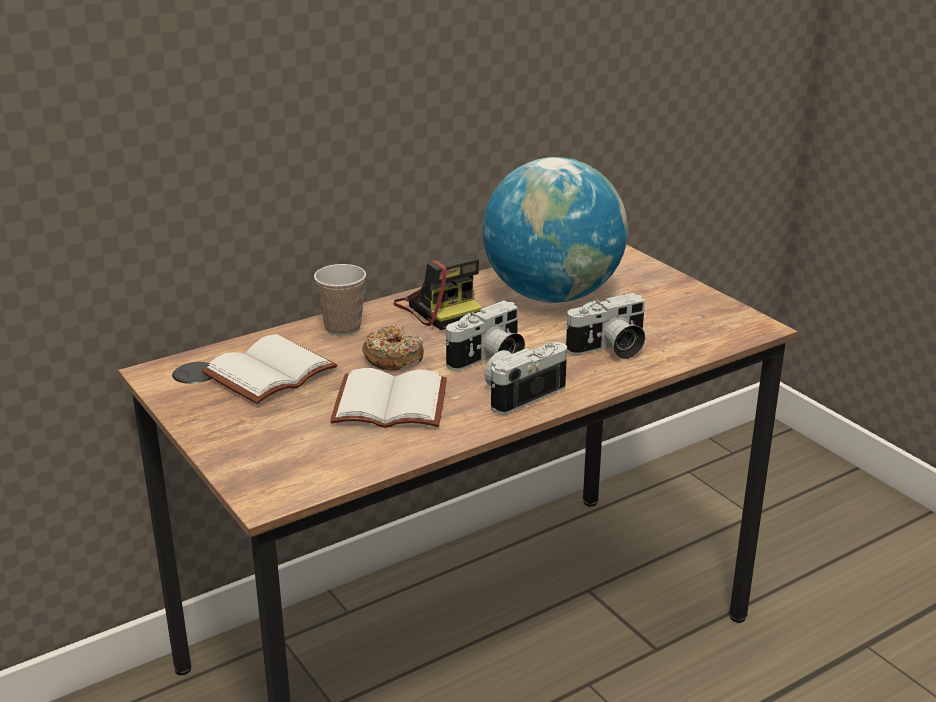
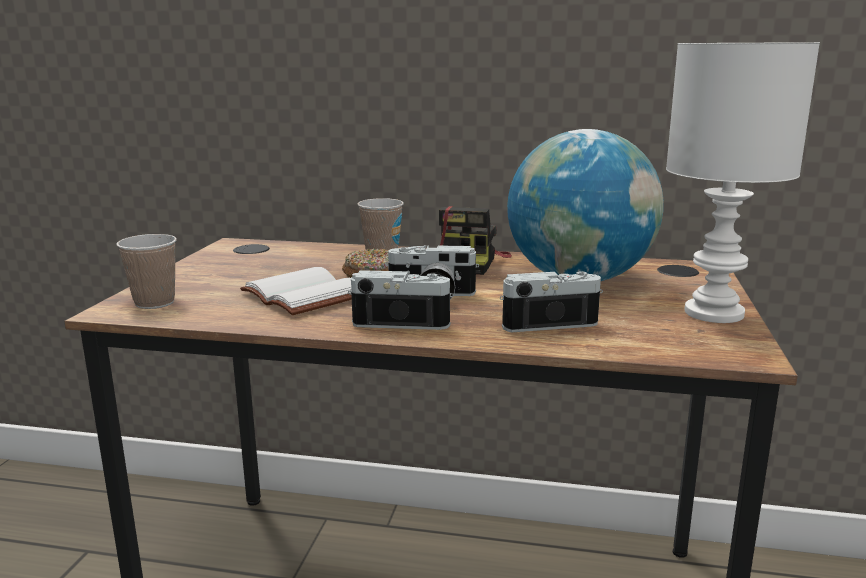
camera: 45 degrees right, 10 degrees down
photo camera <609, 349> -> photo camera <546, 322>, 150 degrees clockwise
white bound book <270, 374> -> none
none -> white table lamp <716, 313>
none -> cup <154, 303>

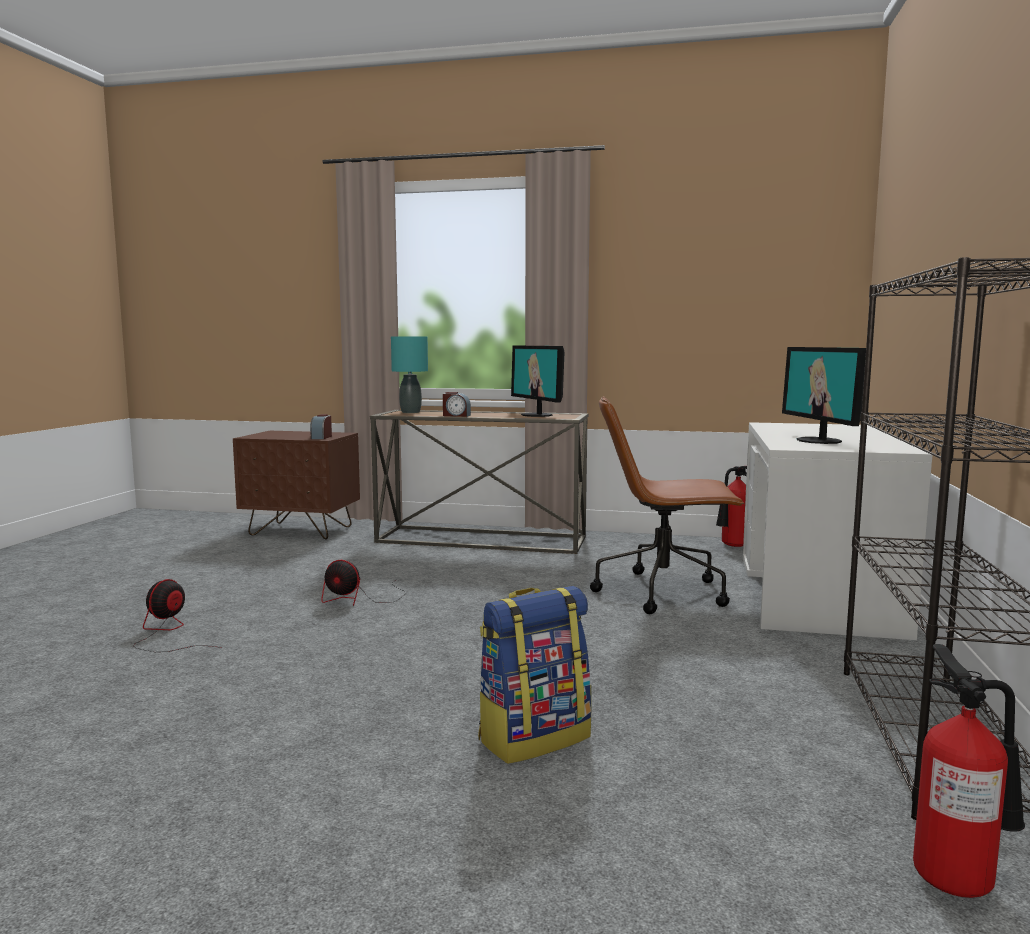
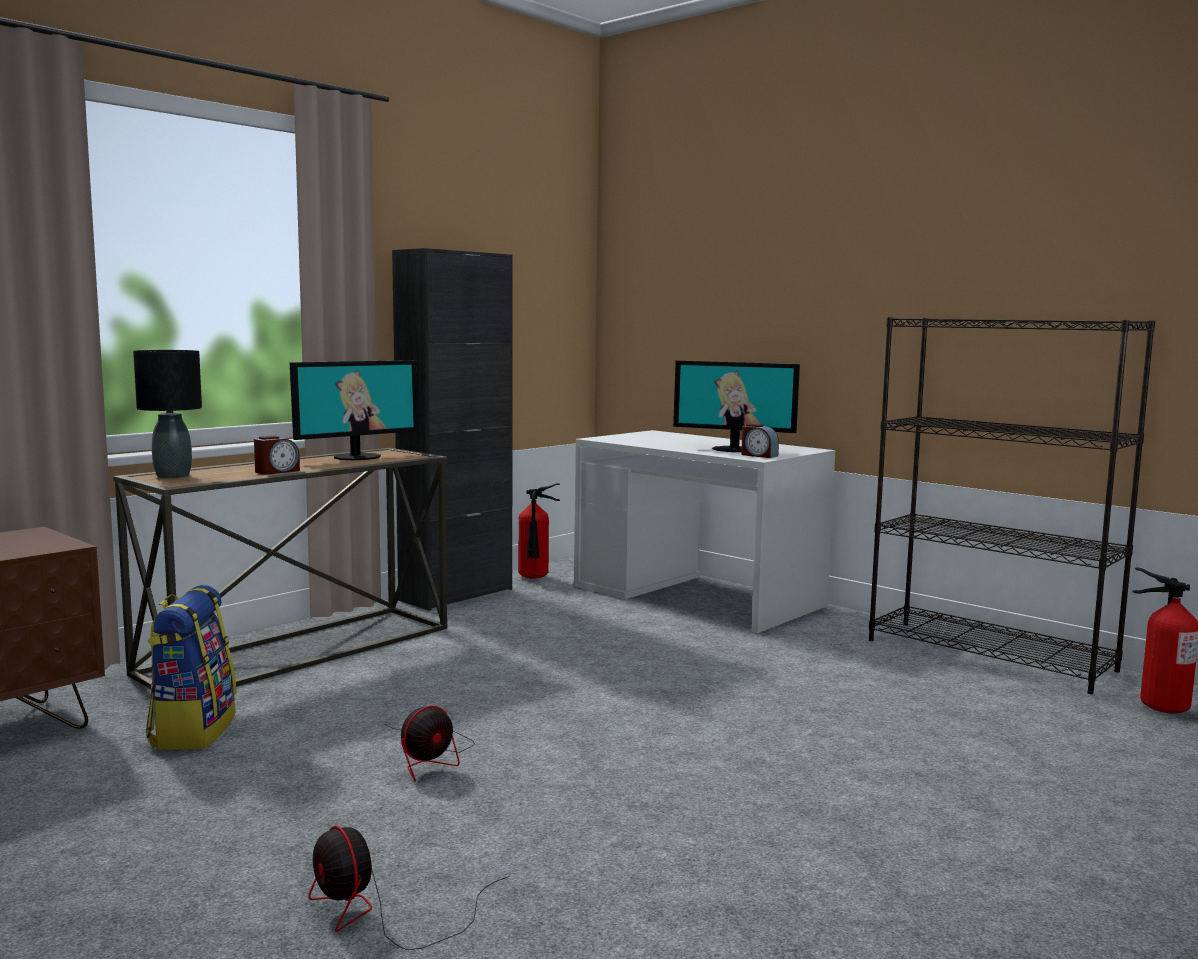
camera: 60 degrees left, 0 degrees up
blue-green table lamp <411, 412> -> black-coloured table lamp <173, 476>
computer display <537, 415> -> computer display <357, 457>, 45 degrees counterclockwise
brown-coloured desk chair <664, 592> -> none
table clock <321, 437> -> table clock <758, 455>, shifted
backpack <534, 737> -> backpack <192, 731>, shifted
none -> black-coloured storage cabinet <456, 595>

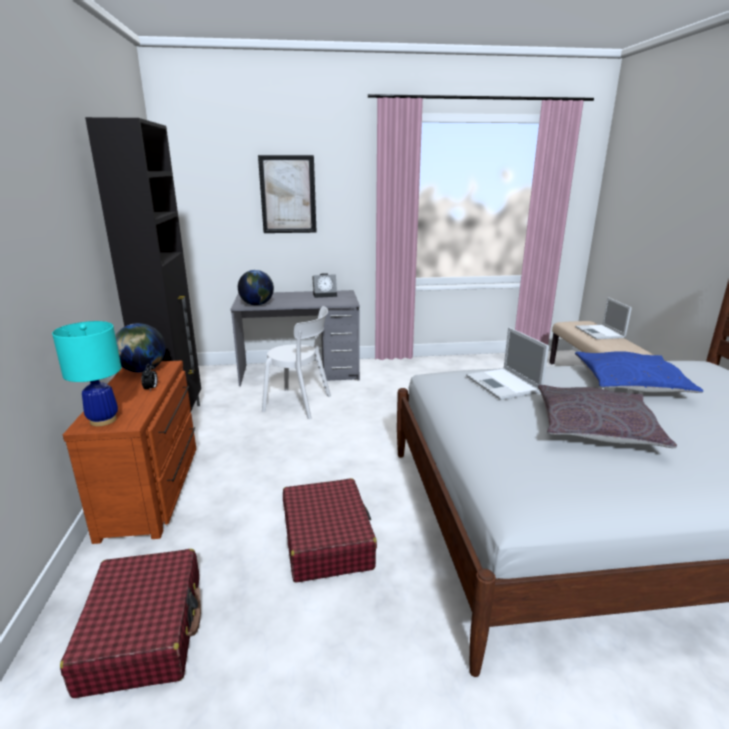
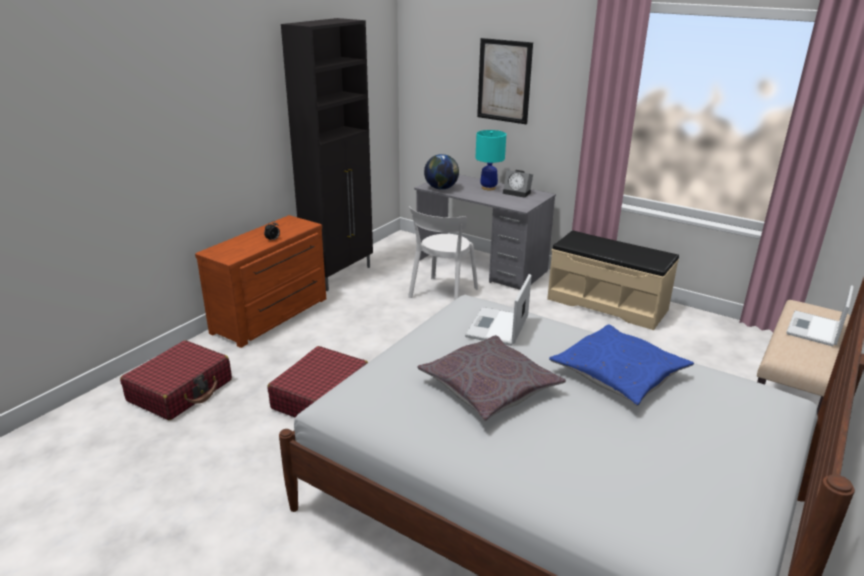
camera: 40 degrees right, 5 degrees up
white plain chair <300, 404> -> white plain chair <442, 294>, 60 degrees clockwise
blue-green table lamp <103, 420> -> blue-green table lamp <488, 188>, shifted
desk globe <143, 370> -> none
none -> sand-coloured indoor bench <607, 304>

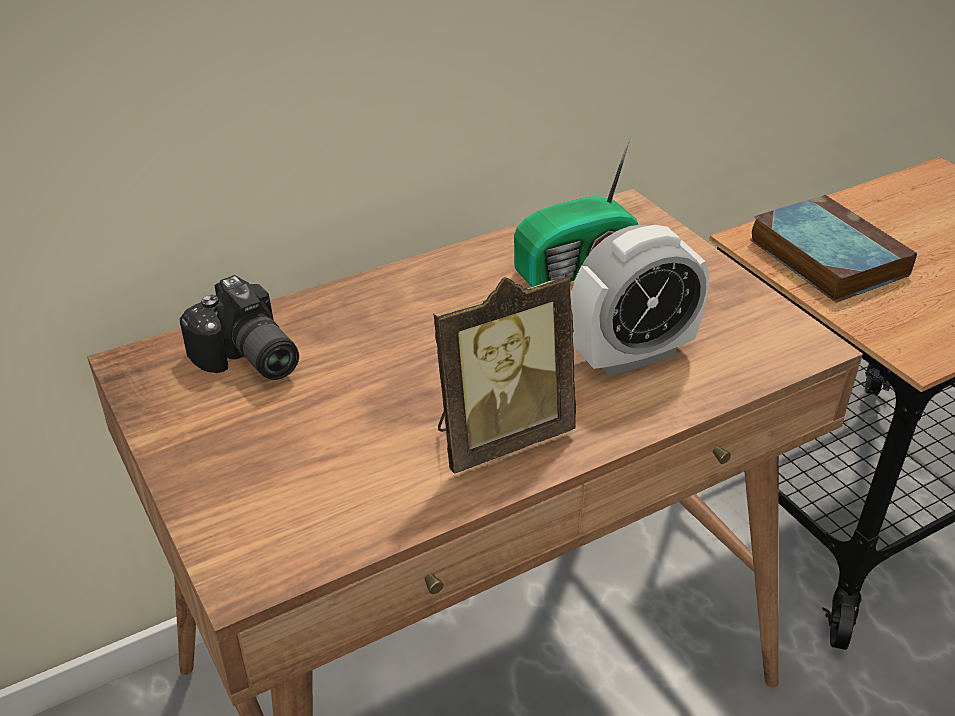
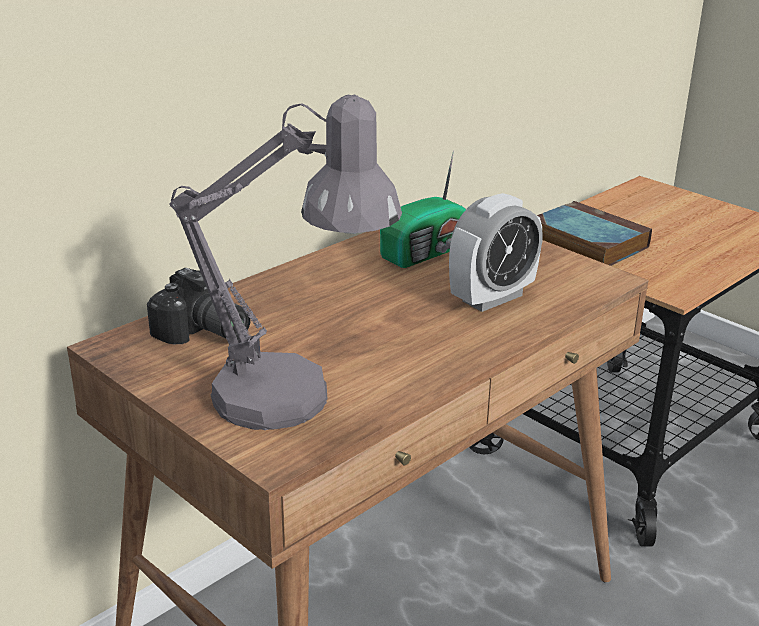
camera: 15 degrees left, 10 degrees down
photo frame <499, 436> -> none
none -> grey table lamp <294, 403>

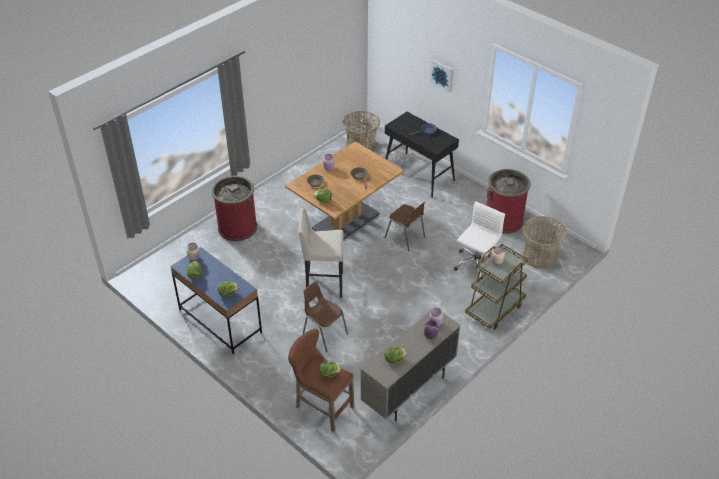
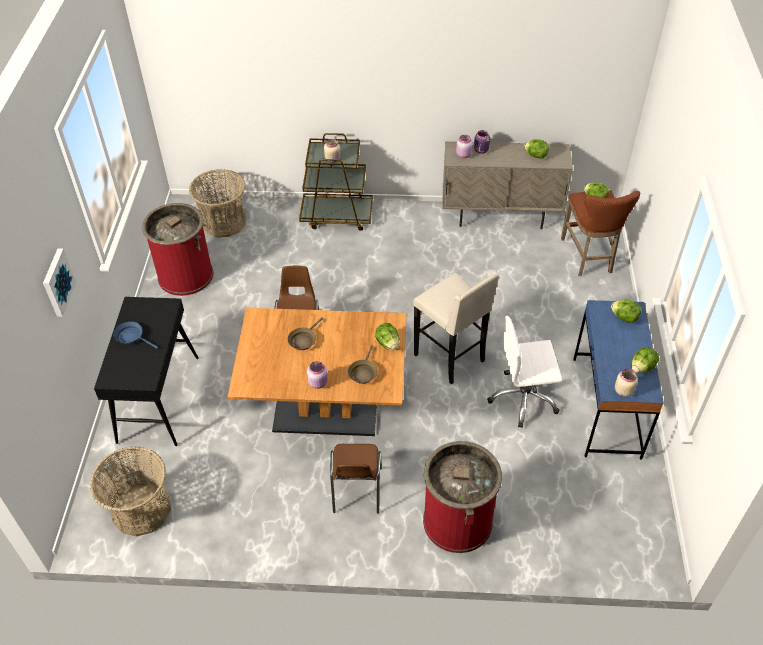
camera: 130 degrees left, 5 degrees up
white desk chair <476, 264> -> white desk chair <523, 399>, shifted
brown-coloured plain chair <324, 333> -> brown-coloured plain chair <356, 491>, shifted

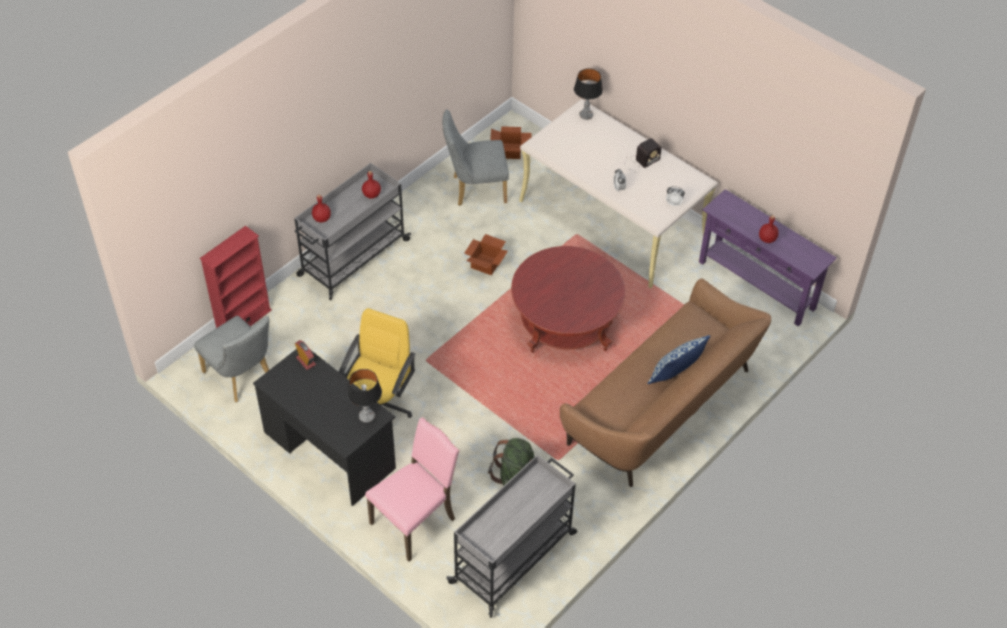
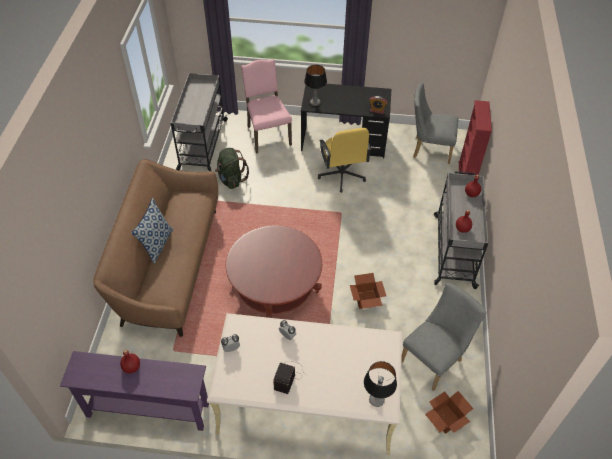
camera: 145 degrees right, 0 degrees up
pink plain chair <415, 521> -> pink plain chair <267, 135>, 150 degrees clockwise

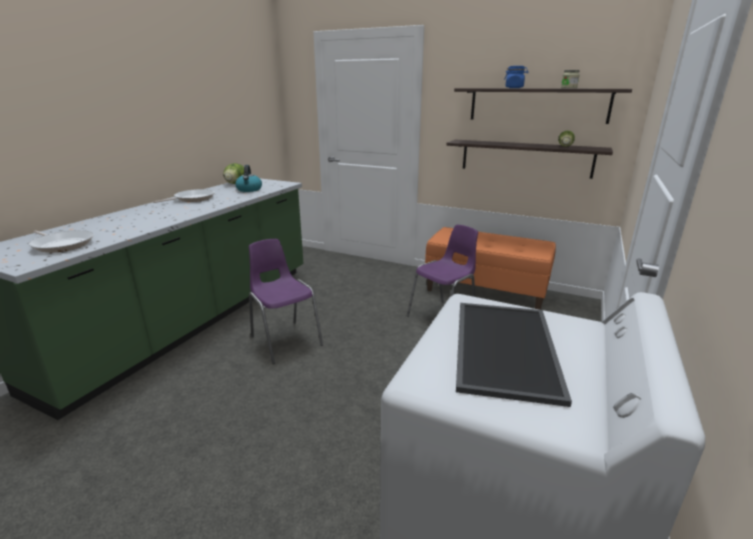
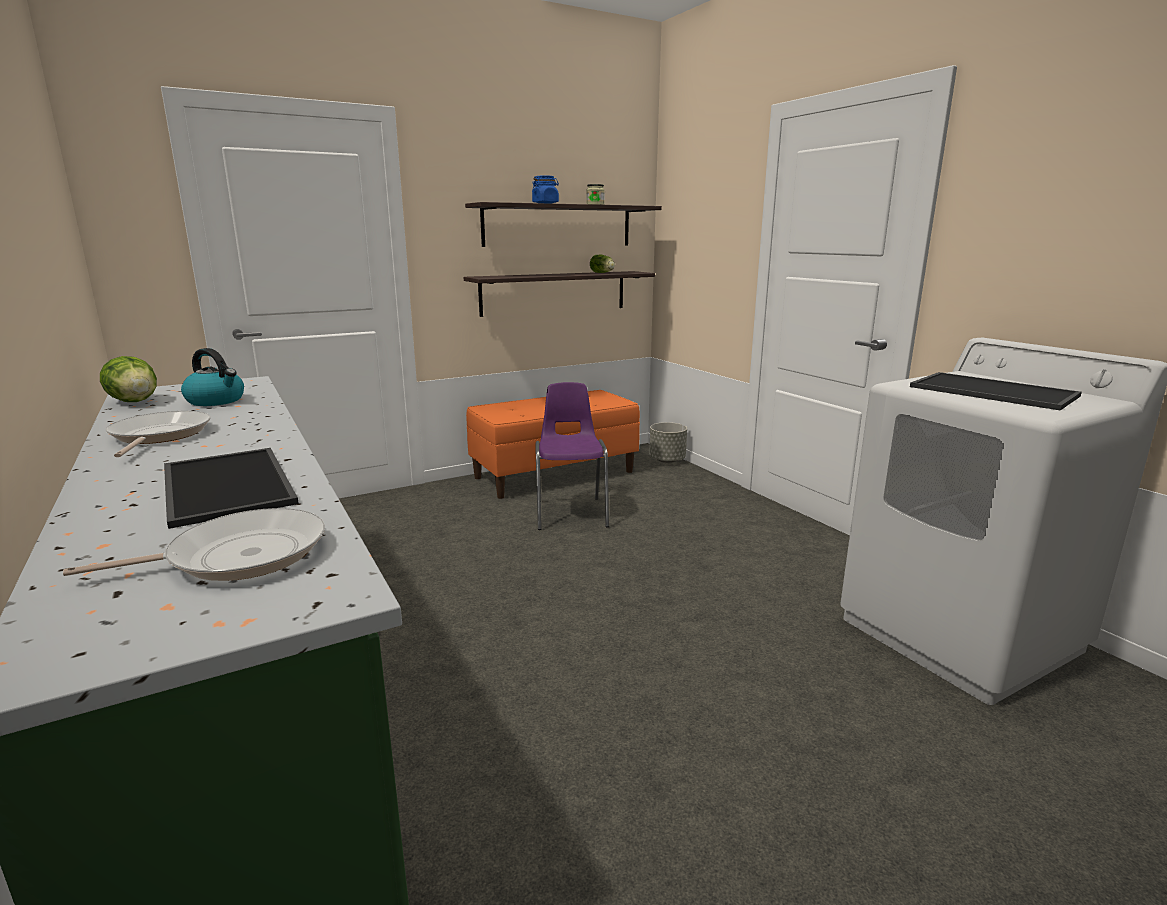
camera: 55 degrees left, 5 degrees down
purple-coloured plain chair <285, 340> -> none
none -> grey plant pot <667, 460>
none -> carrying tray <223, 485>

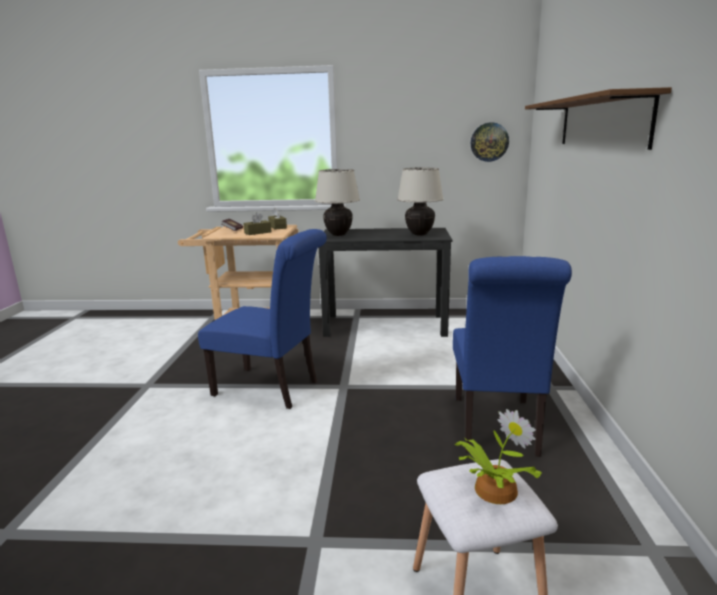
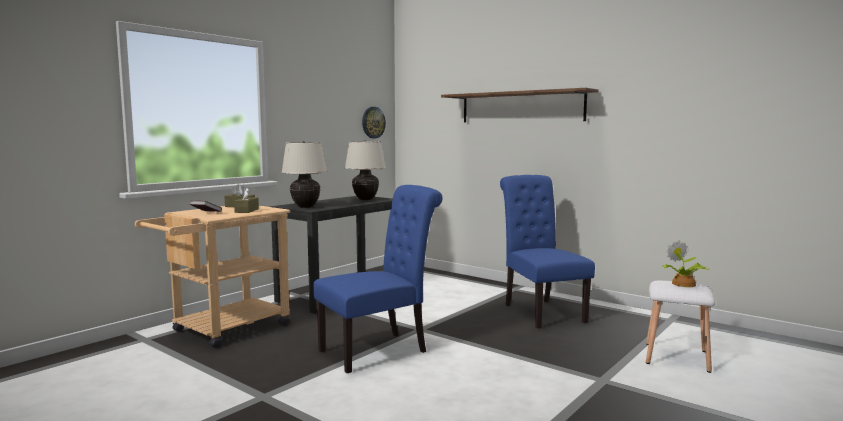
camera: 55 degrees left, 10 degrees down
bluish plain chair <496, 429> -> bluish plain chair <540, 311>, 150 degrees counterclockwise

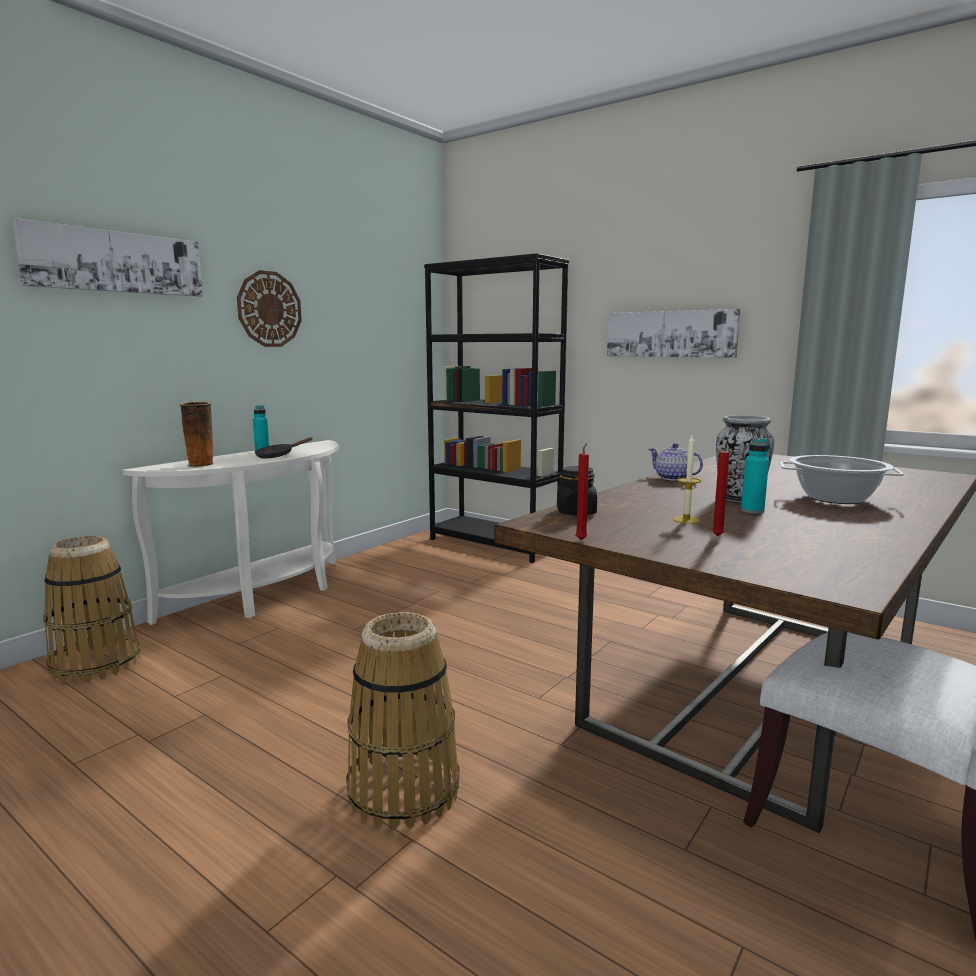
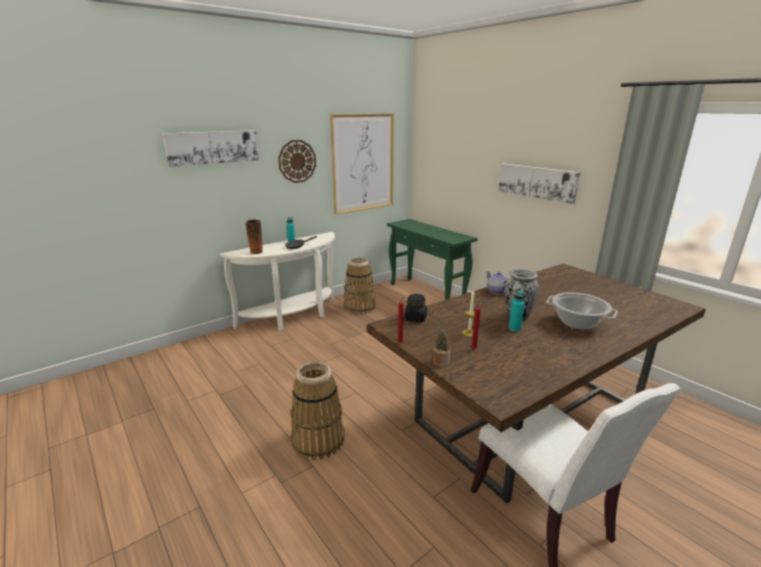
camera: 15 degrees right, 10 degrees up
black-coloured shelving unit <494, 544> -> greenish narrow table <427, 294>
storage basket <96, 664> -> storage basket <359, 308>, shifted
none -> wall art <363, 163>
none -> plant in a pot <440, 361>

